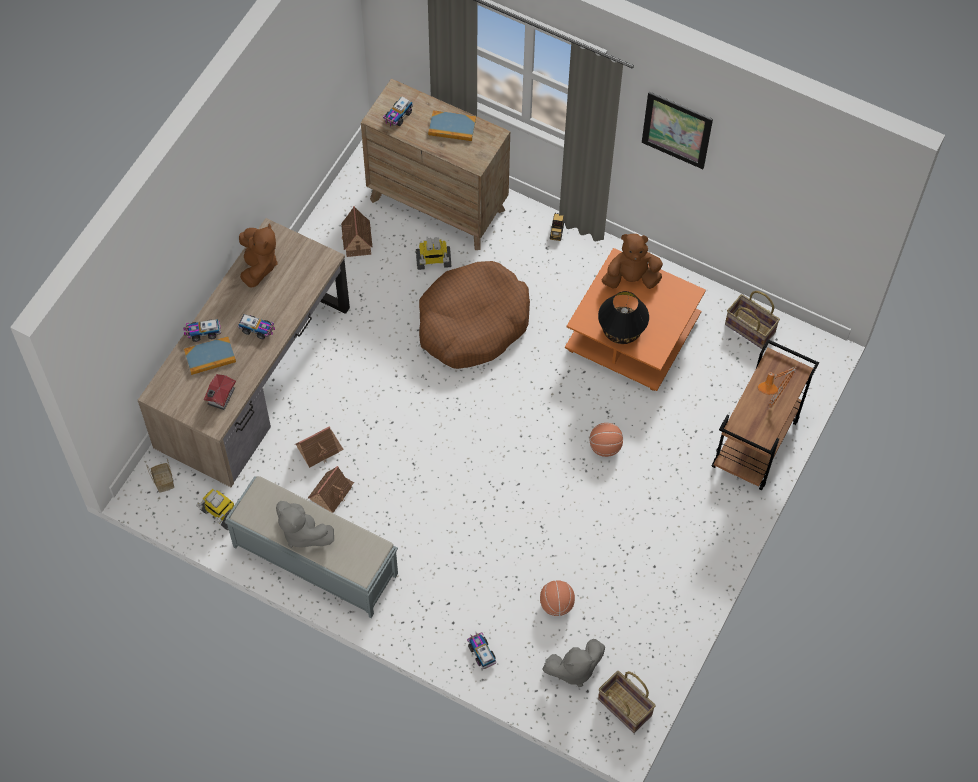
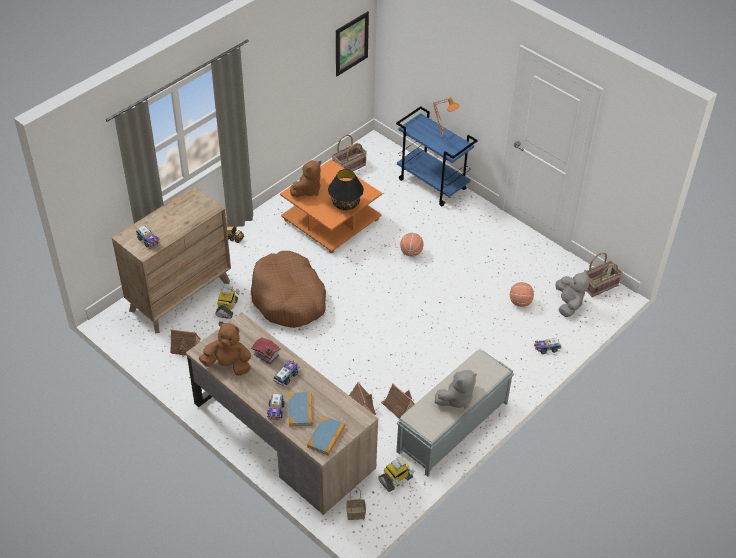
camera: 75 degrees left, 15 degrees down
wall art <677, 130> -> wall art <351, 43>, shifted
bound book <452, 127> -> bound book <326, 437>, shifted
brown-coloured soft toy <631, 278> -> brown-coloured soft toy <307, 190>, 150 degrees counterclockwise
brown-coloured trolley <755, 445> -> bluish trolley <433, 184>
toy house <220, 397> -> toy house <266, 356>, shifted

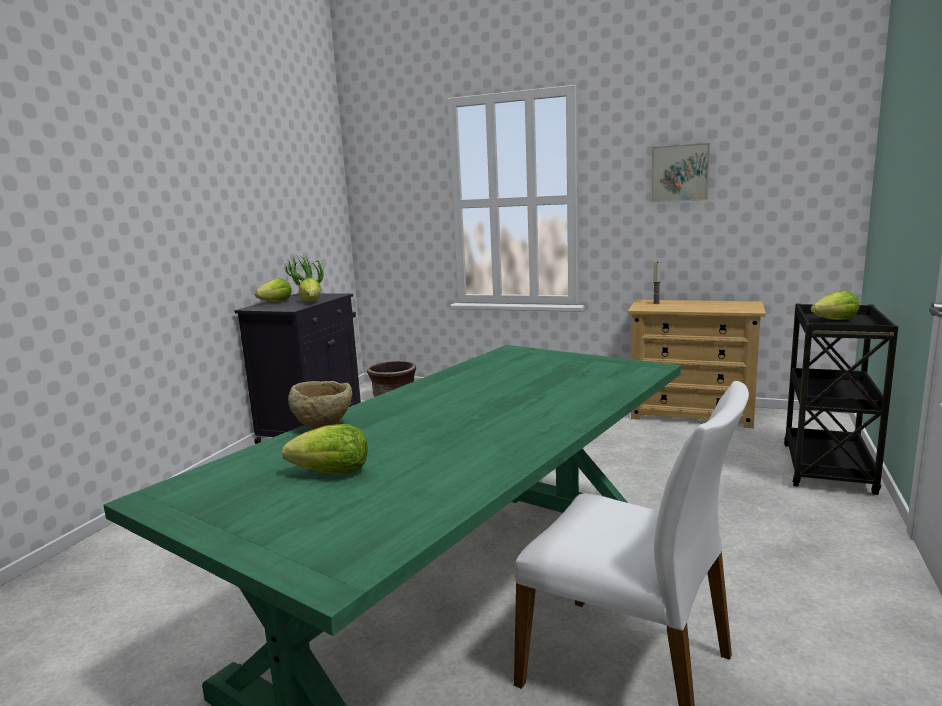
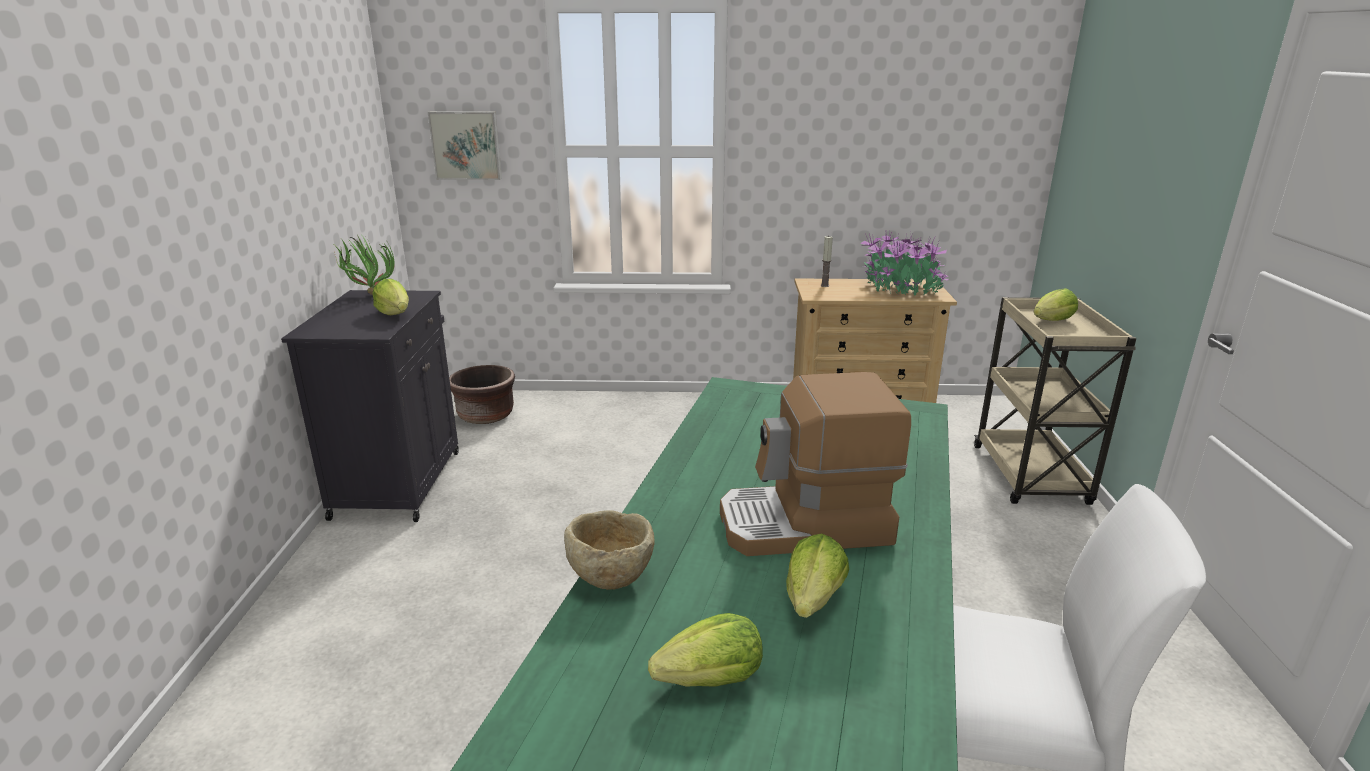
camera: 20 degrees left, 10 degrees up
wall art <680, 173> -> wall art <466, 145>, shifted
lettuce head <276, 302> -> lettuce head <813, 599>, shifted
black-coloured trolley <827, 469> -> sand-coloured trolley <1031, 476>
none -> plant in a pot <900, 290>
none -> coffee machine <806, 525>

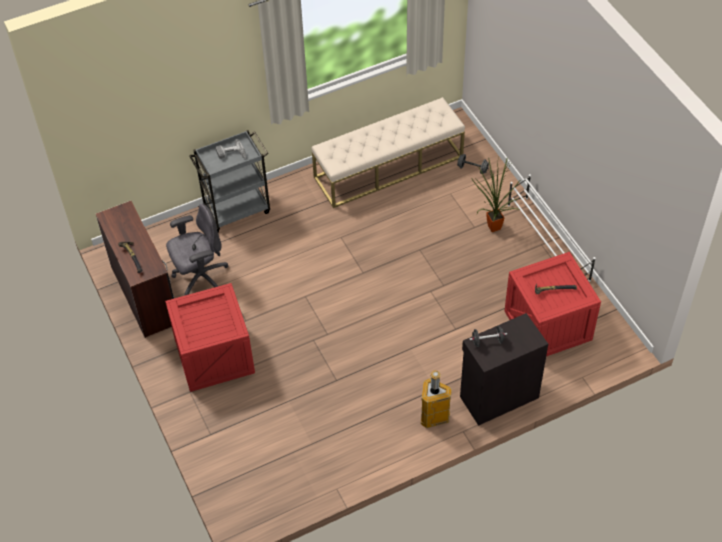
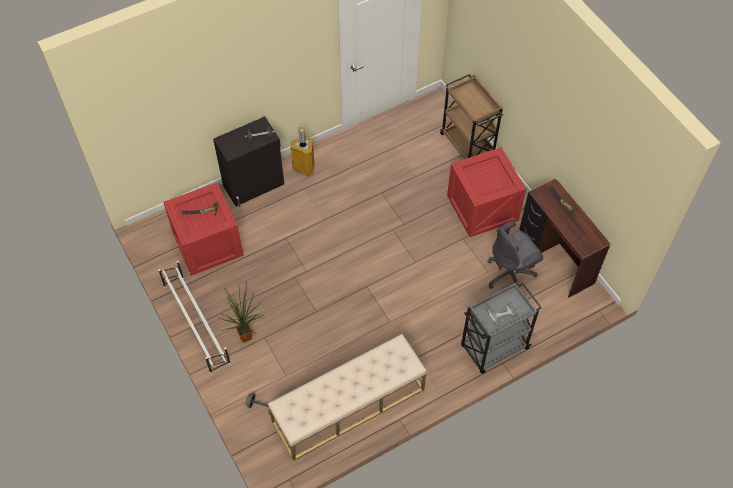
camera: 175 degrees right, 5 degrees up
none -> brown-coloured trolley <467, 145>

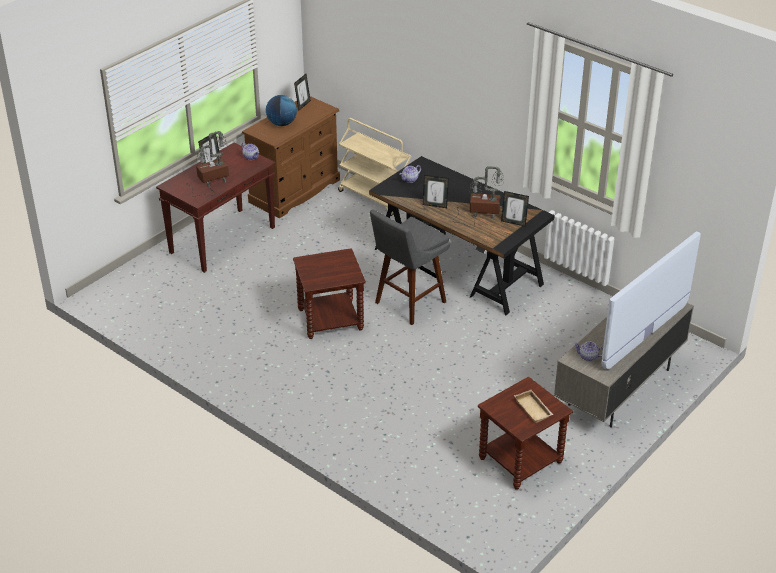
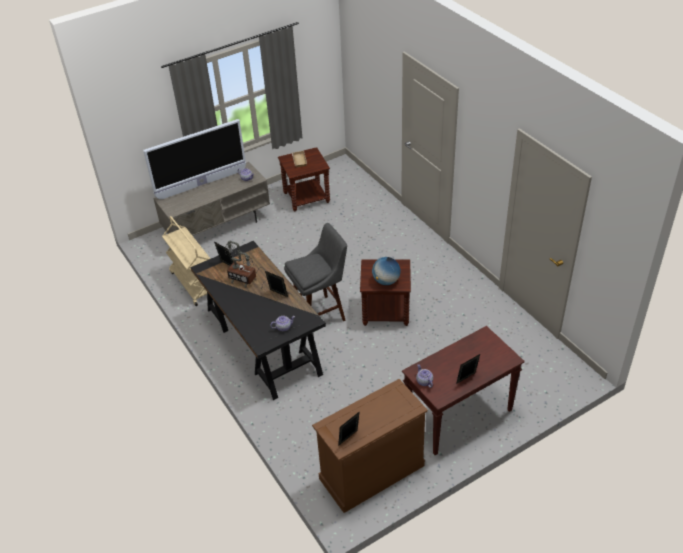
camera: 160 degrees left, 5 degrees up
desk globe <282, 123> -> desk globe <386, 281>, shifted
sand-coloured trolley <375, 197> -> sand-coloured trolley <193, 284>, shifted
table lamp <210, 182> -> none

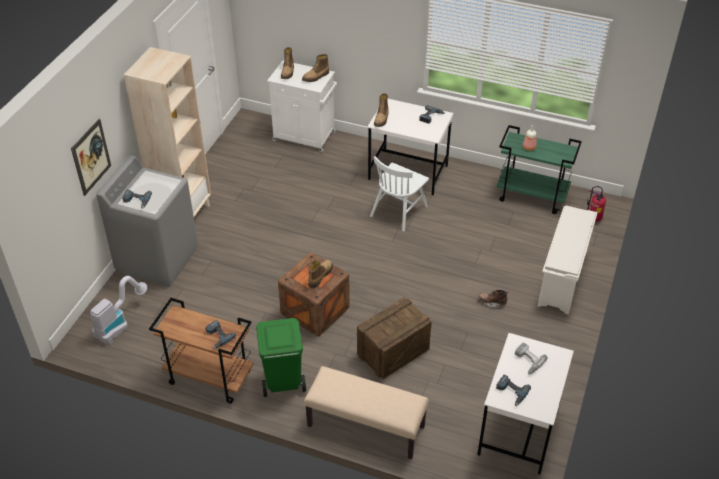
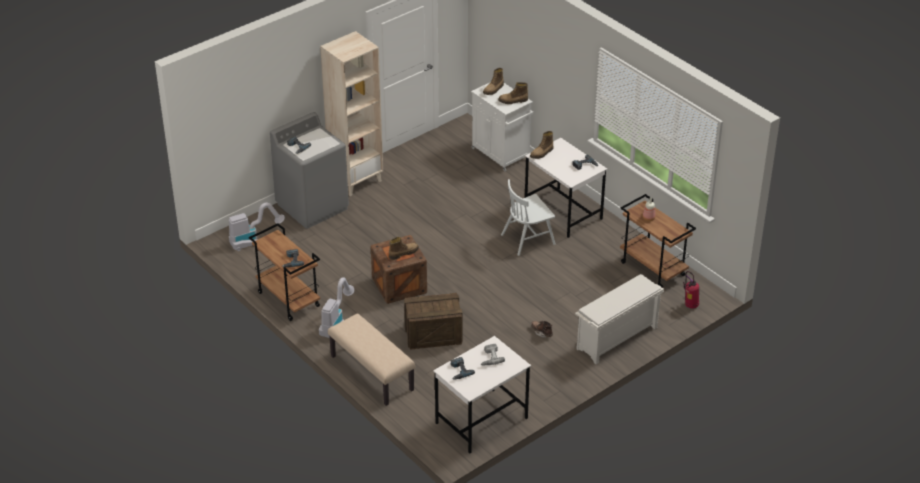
camera: 30 degrees right, 5 degrees down
wall art <91, 157> -> none
greenish trolley <532, 196> -> brown-coloured trolley <653, 269>
greenish trash can <283, 383> -> vacuum cleaner <336, 323>

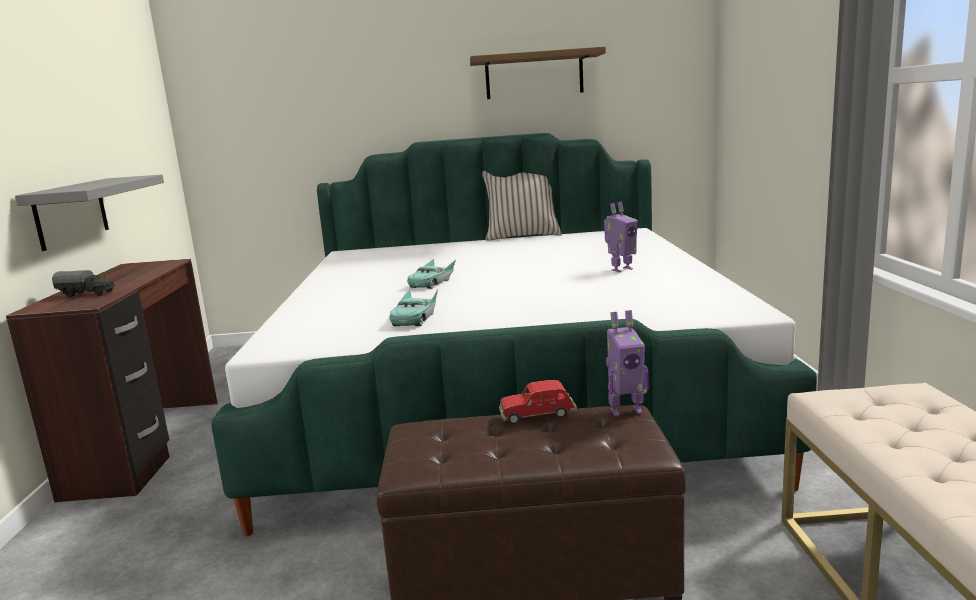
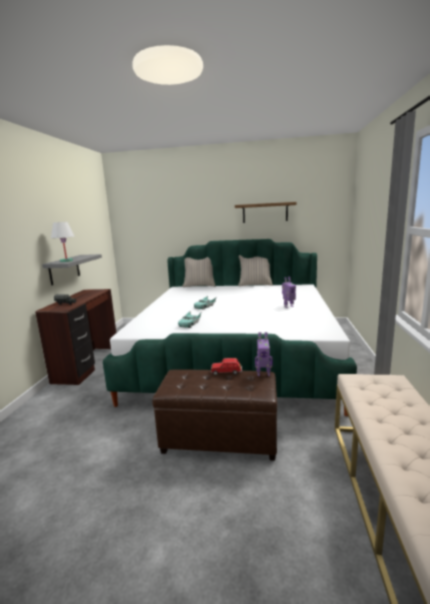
camera: 10 degrees right, 0 degrees up
none -> white table lamp <67, 261>
none -> sand-coloured cushion <199, 285>

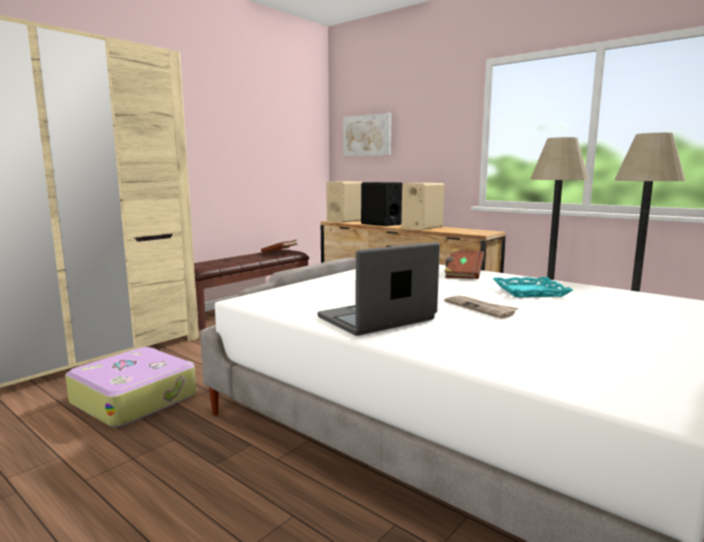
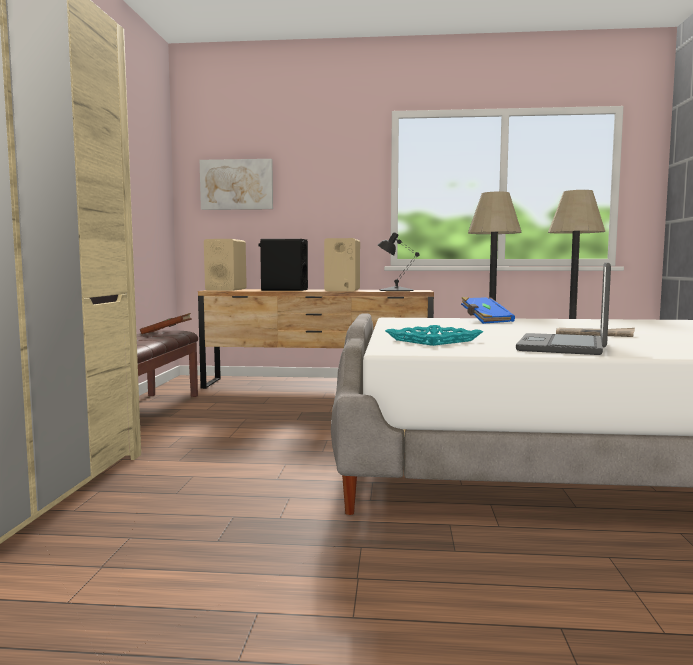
camera: 35 degrees left, 5 degrees down
brown-coloured bound book <463, 274> -> bluish bound book <485, 321>
blue-green carrying tray <530, 291> -> blue-green carrying tray <434, 340>, shifted
piece of luggage <135, 398> -> none
none -> black-coloured table lamp <395, 290>

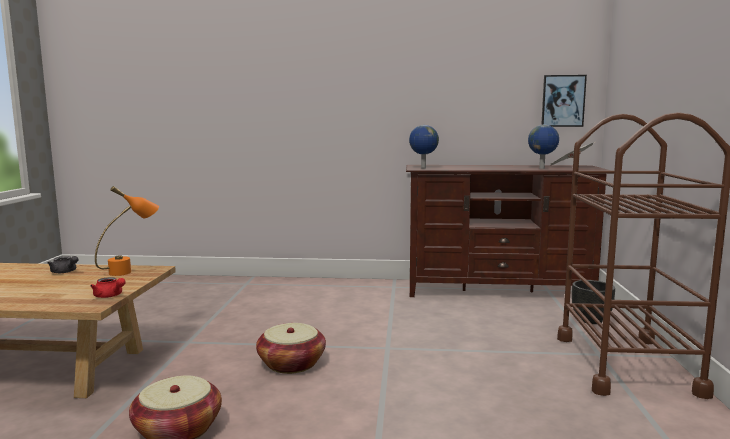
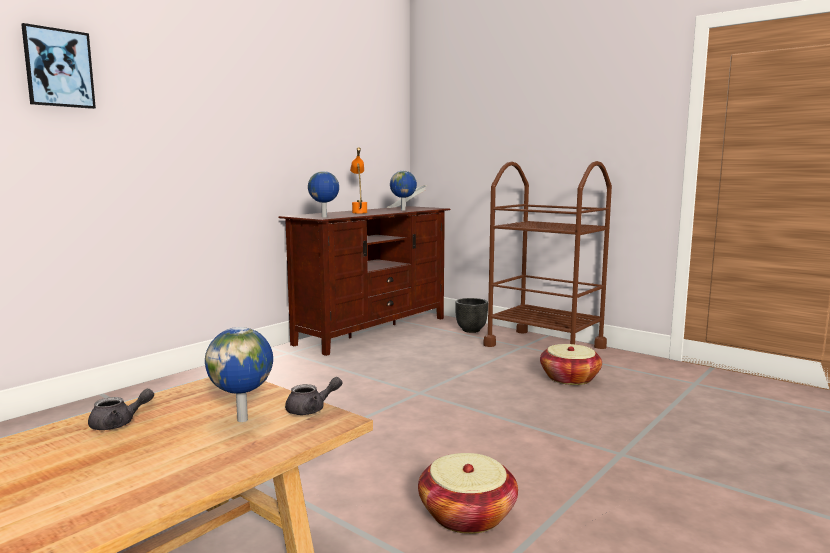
camera: 55 degrees left, 0 degrees up
wall art <563, 101> -> wall art <59, 68>, shifted
orangey table lamp <130, 271> -> orangey table lamp <359, 212>, shifted
reddish tea pot <110, 296> -> grey tea pot <311, 409>
storage basket <291, 364> -> storage basket <569, 378>, shifted
none -> desk globe <244, 419>

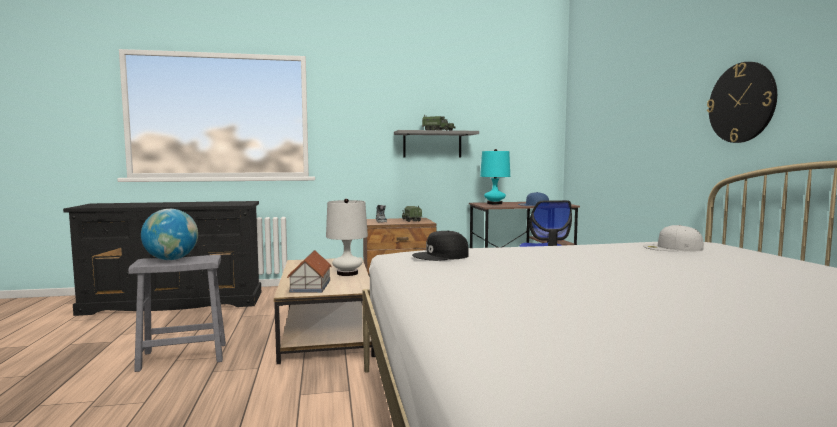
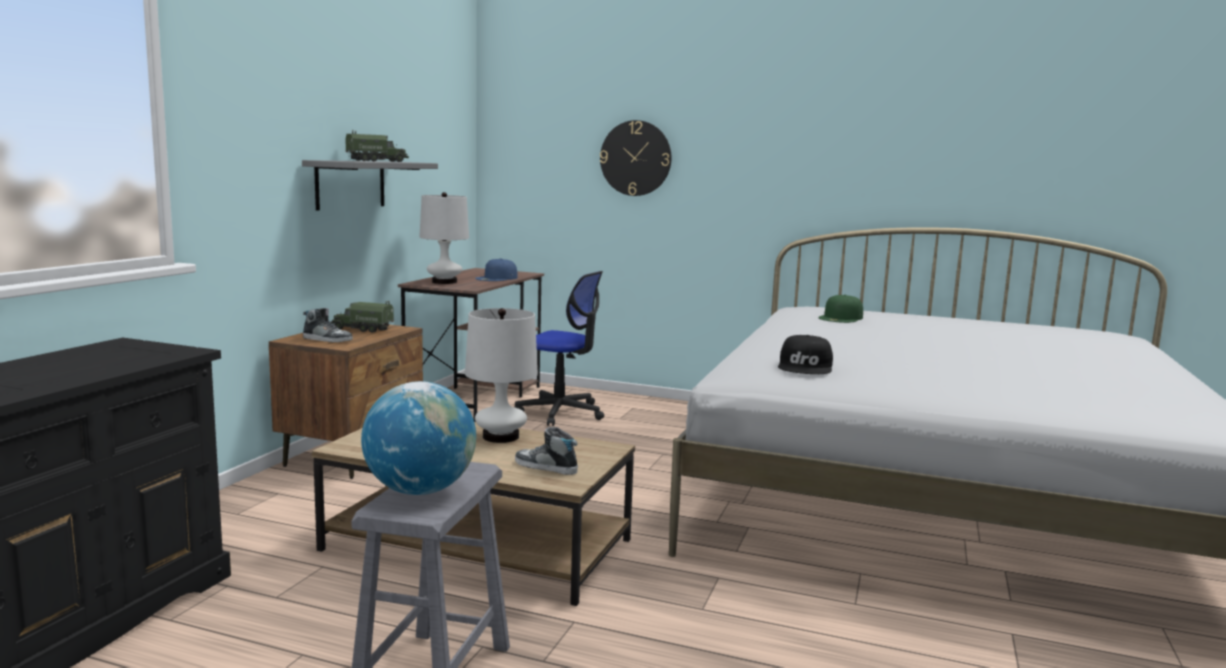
camera: 60 degrees left, 5 degrees up
wall clock <741, 102> -> wall clock <635, 158>, shifted
blue-green table lamp <494, 203> -> white table lamp <444, 282>
white baseball cap <672, 248> -> greenish baseball cap <841, 318>
toy house <310, 286> -> shoe <546, 467>

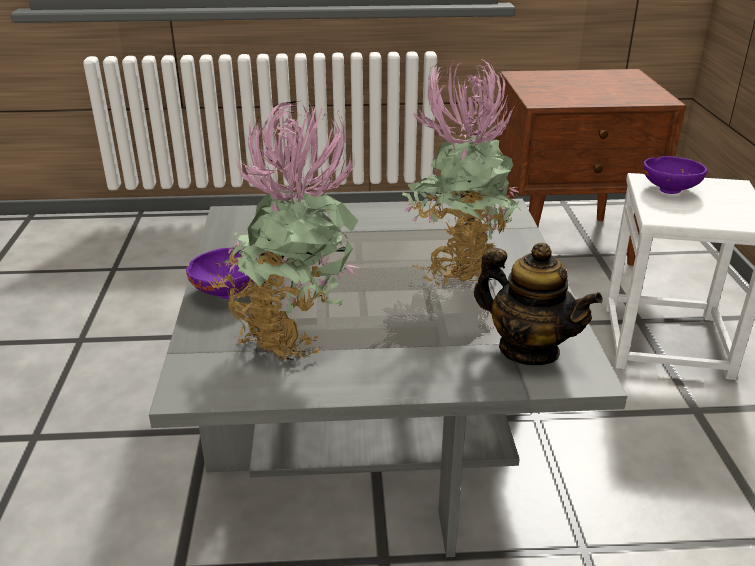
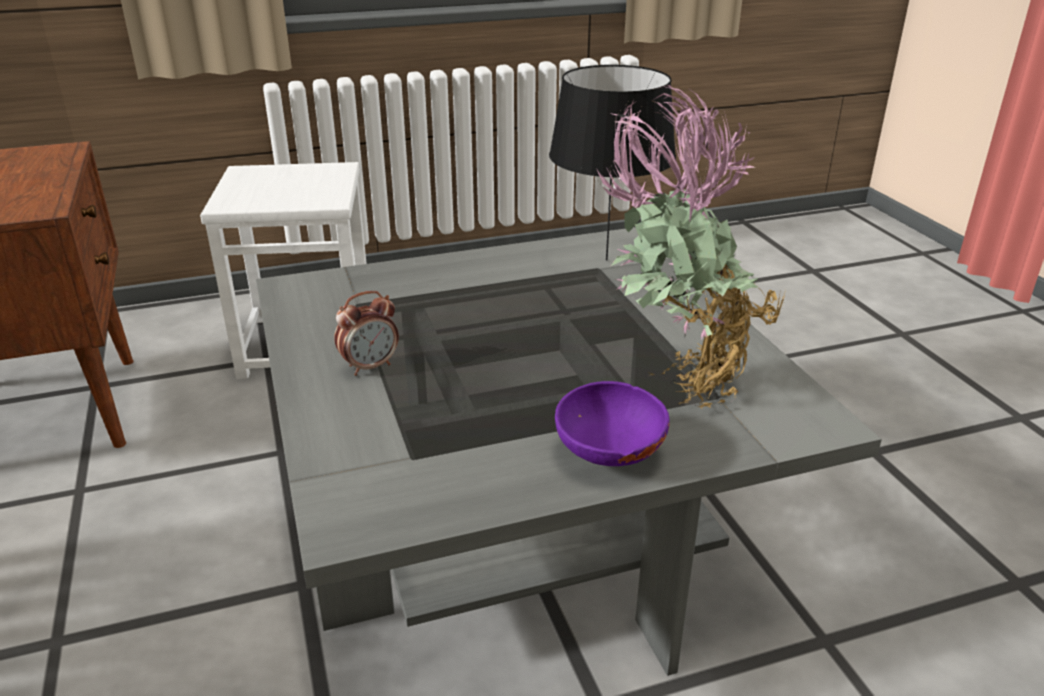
camera: 105 degrees left, 0 degrees up
plant in a pot <457, 269> -> none
purple-coloured bowl <670, 189> -> none
tea pot <528, 349> -> black-coloured table lamp <605, 260>
none -> table clock <370, 366>

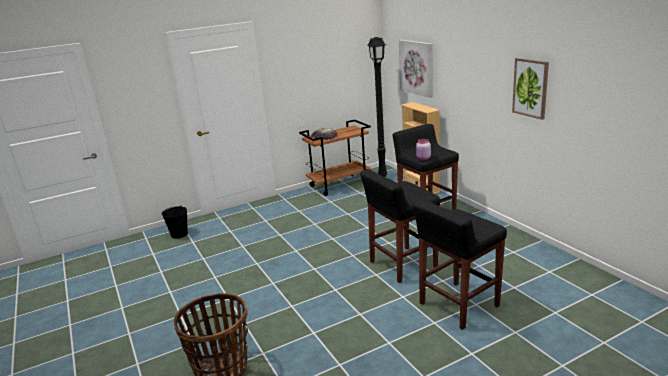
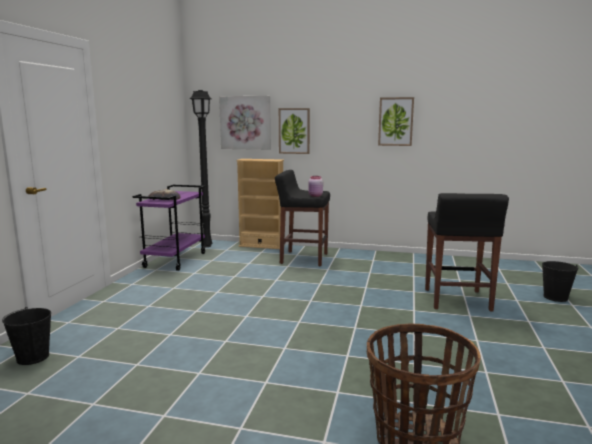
camera: 50 degrees left, 10 degrees down
brown-coloured trolley <339, 185> -> purple-coloured trolley <175, 260>
black-coloured sitting stool <402, 265> -> none
none -> wall art <294, 131>
none -> black-coloured pail <555, 297>

